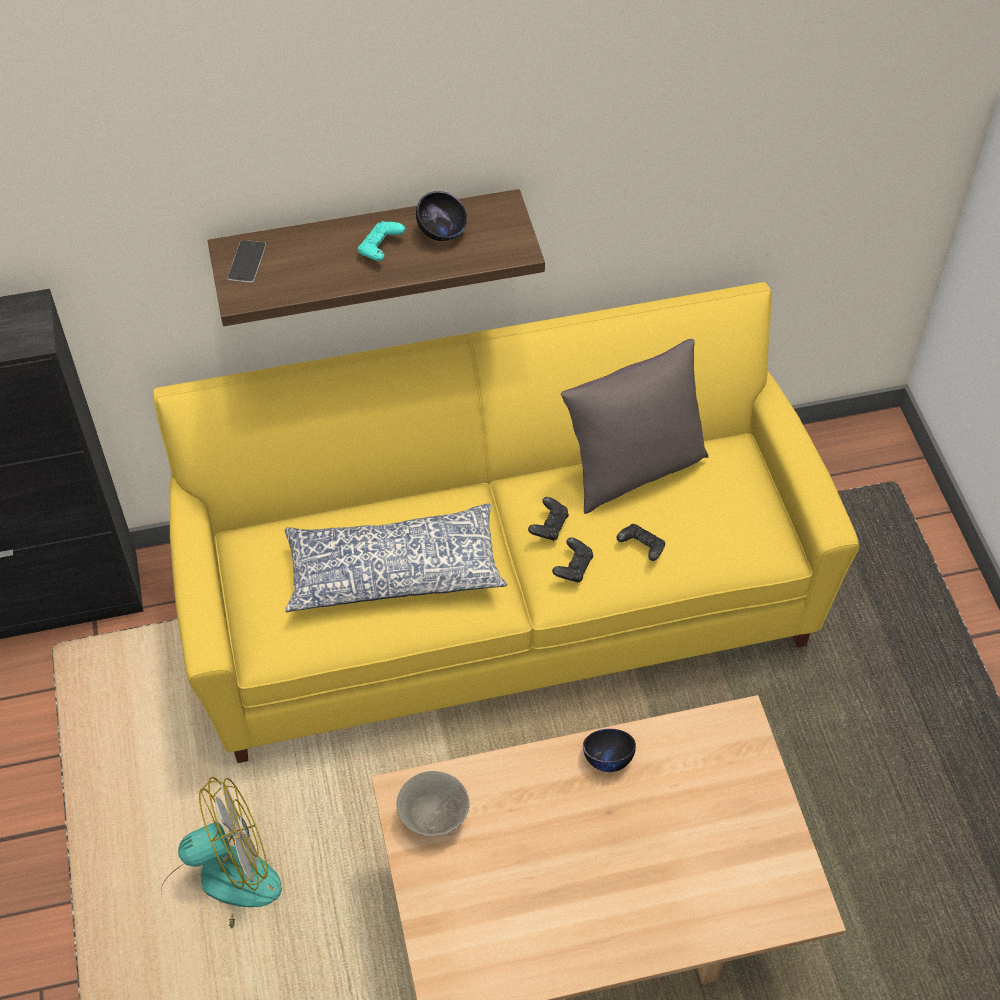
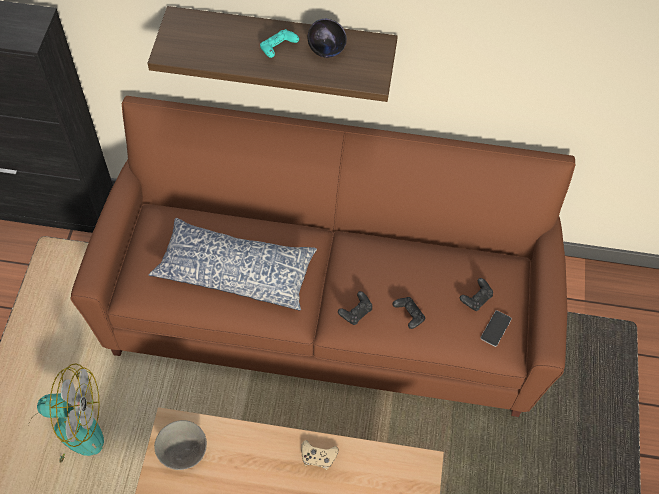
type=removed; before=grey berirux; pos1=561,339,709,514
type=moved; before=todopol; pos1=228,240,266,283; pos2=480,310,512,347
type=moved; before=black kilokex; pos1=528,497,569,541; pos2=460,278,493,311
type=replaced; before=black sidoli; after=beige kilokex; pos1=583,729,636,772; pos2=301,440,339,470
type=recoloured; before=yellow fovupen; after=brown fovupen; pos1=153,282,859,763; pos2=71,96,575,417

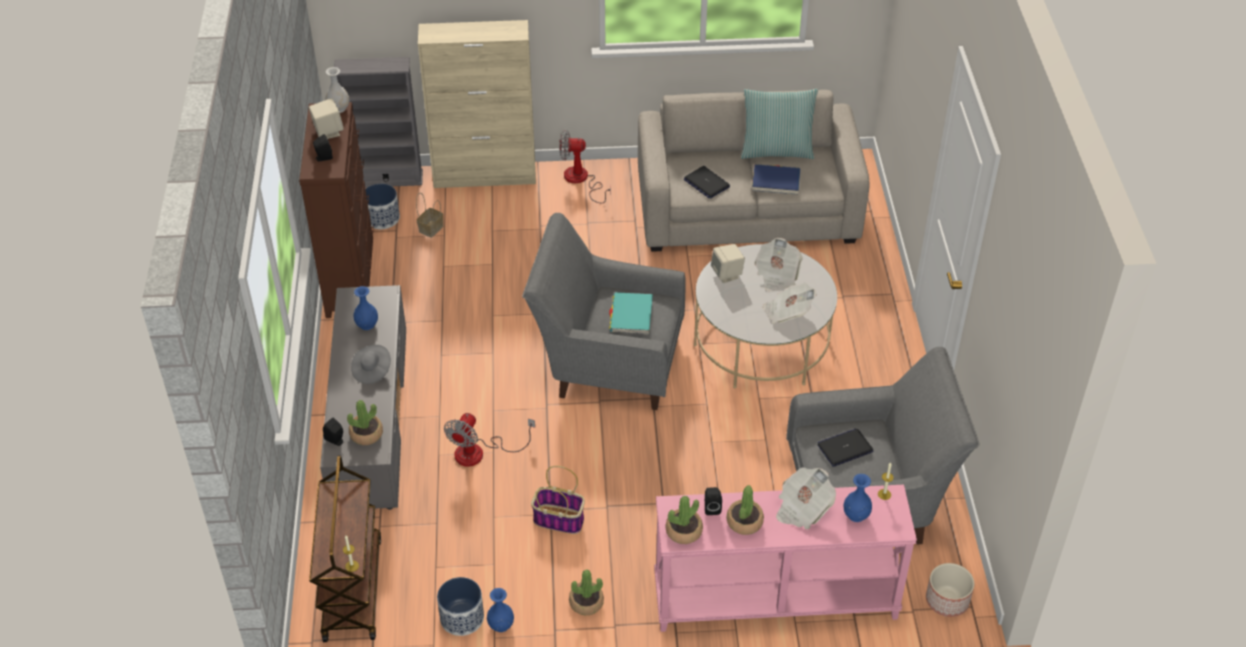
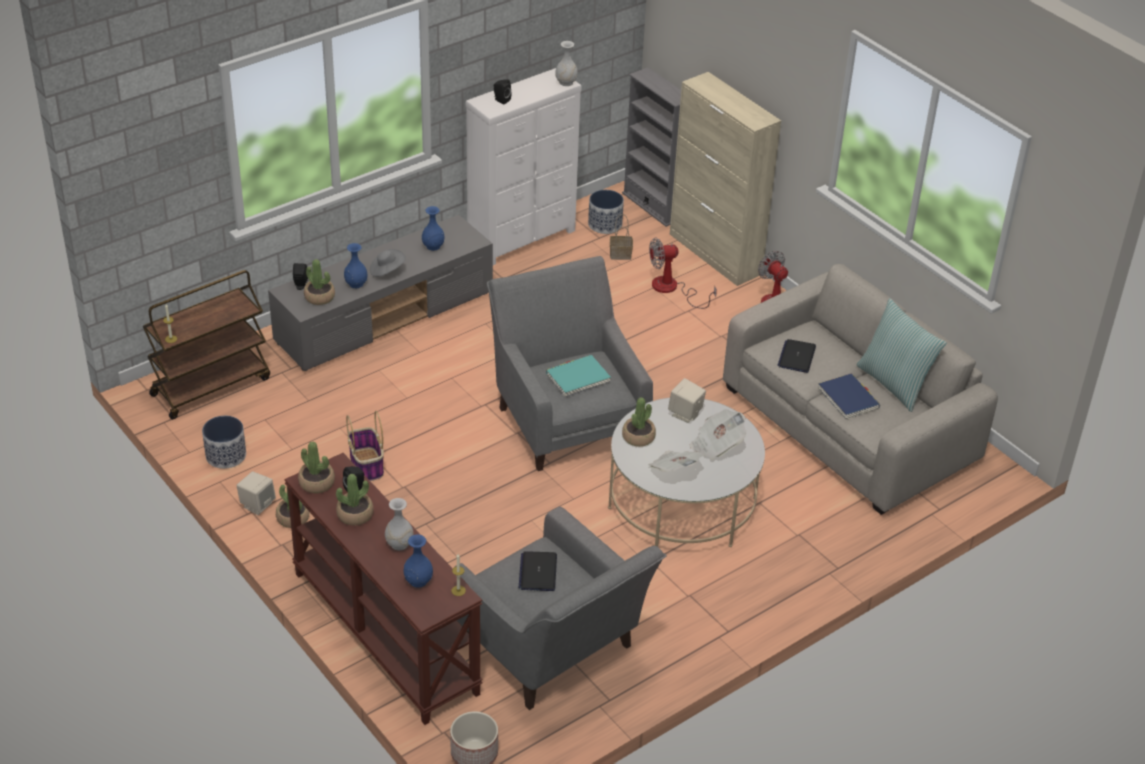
type=added; after=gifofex; pos2=622,397,656,447
type=moved; before=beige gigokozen; pos1=309,98,343,139; pos2=237,471,276,515
type=moved; before=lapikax; pos1=444,413,535,466; pos2=649,237,717,309
type=moved; before=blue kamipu; pos1=487,588,514,632; pos2=344,243,368,288
type=replaced; before=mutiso; after=white kamipu; pos1=776,467,836,530; pos2=385,498,414,550
type=recoloured; before=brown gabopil; after=white gabopil; pos1=299,102,374,318; pos2=466,68,582,265
type=recoloured; before=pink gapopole; after=brown gapopole; pos1=654,485,917,632; pos2=284,453,483,725
type=turned; before=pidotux; pos1=817,428,874,467; pos2=519,551,557,591; turn=-120

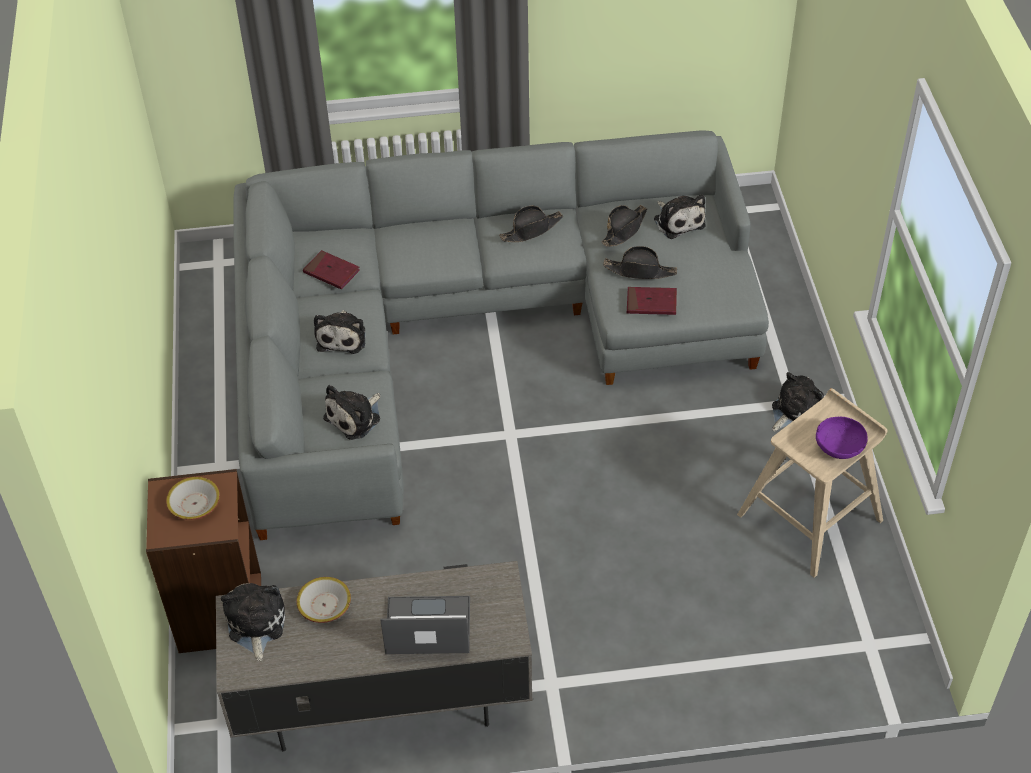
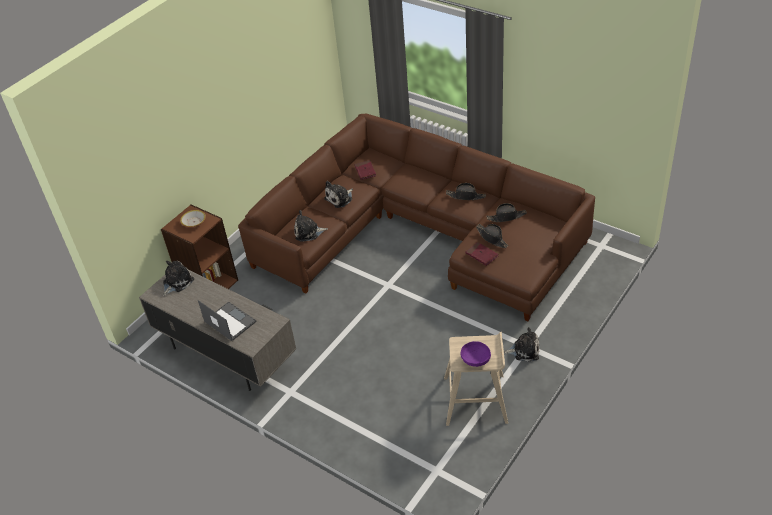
type=removed; before=sidoli; pos1=296,577,351,623
type=removed; before=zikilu; pos1=654,194,706,239
type=recoloured; before=grey fovupen; after=brown fovupen; pos1=234,130,769,540; pos2=238,114,595,321

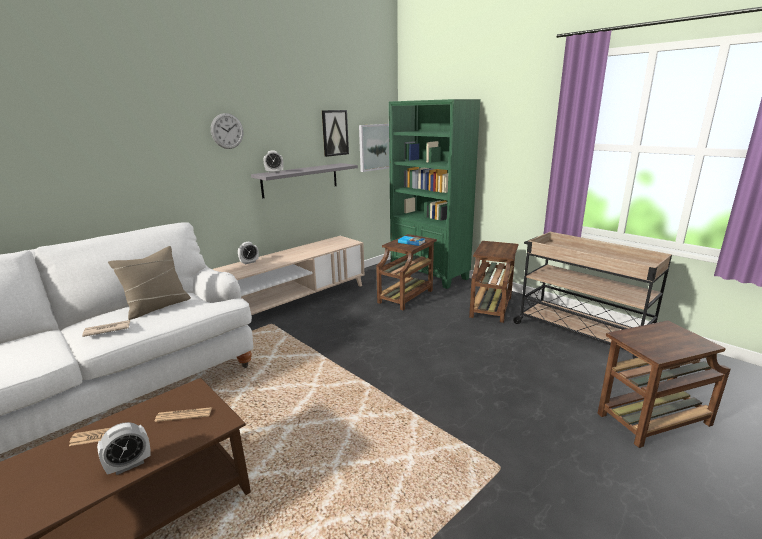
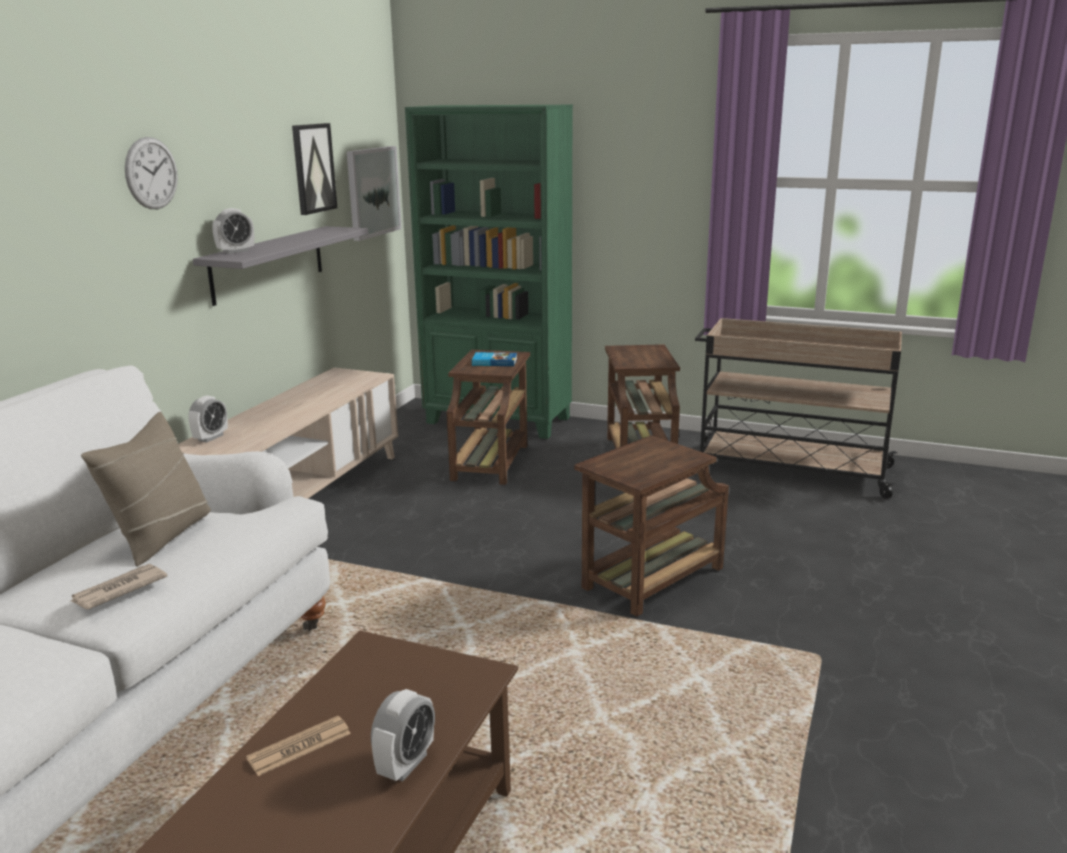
type=removed; before=mutiso; pos1=155,407,212,422
type=moved; before=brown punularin; pos1=597,320,731,448; pos2=574,435,729,617

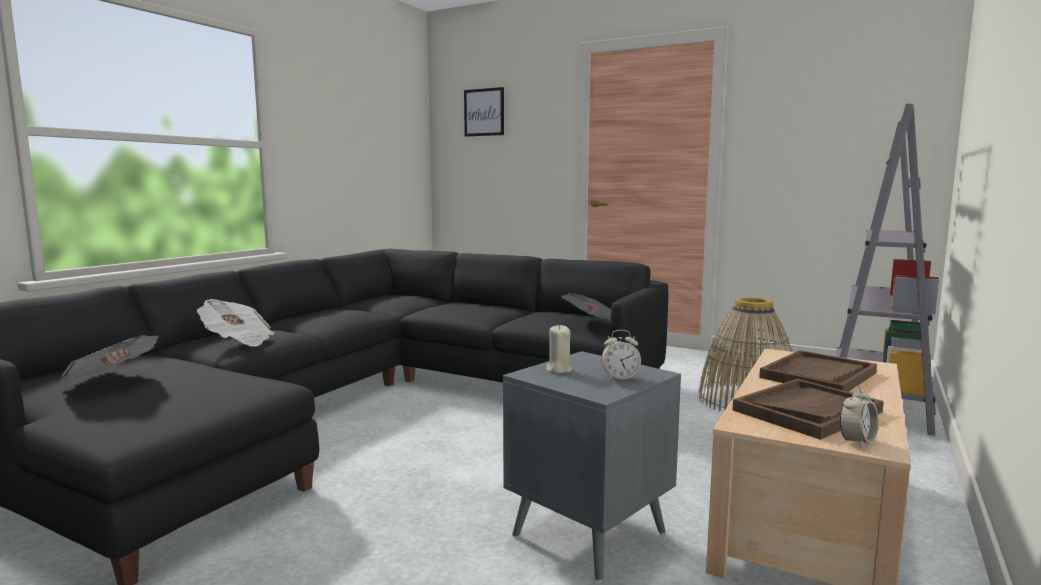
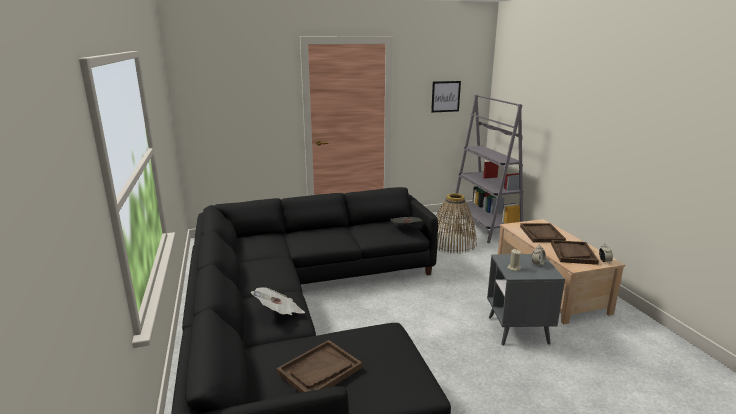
type=moved; before=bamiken; pos1=464,87,504,137; pos2=431,81,461,113
type=replaced; before=mutiso; after=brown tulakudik; pos1=60,335,159,380; pos2=277,340,362,393

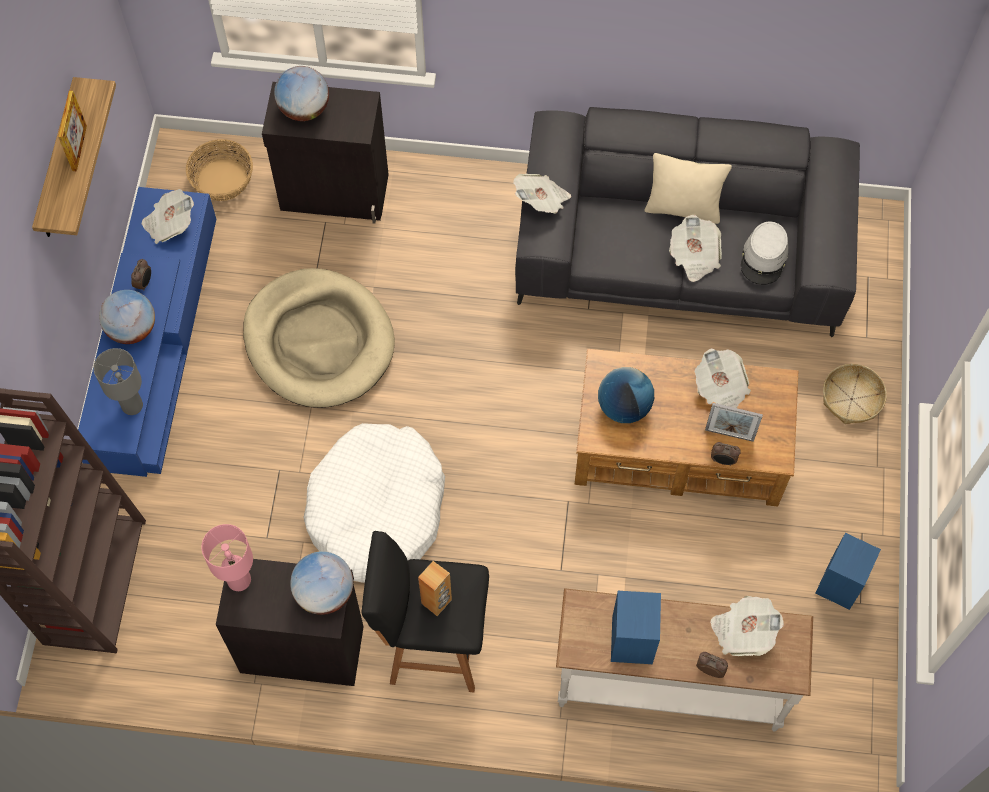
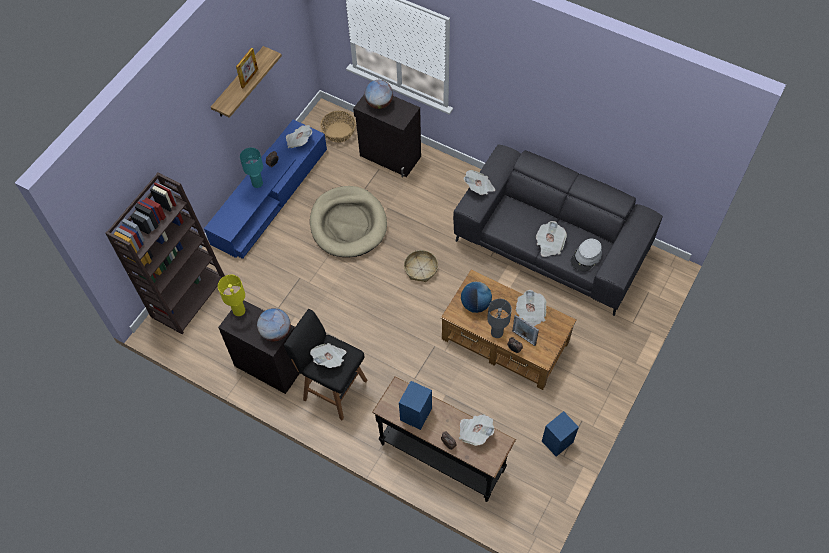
type=removed; before=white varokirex; pos1=303,423,445,583
type=removed; before=beige berirux; pos1=645,153,732,224
type=moved; before=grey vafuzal; pos1=93,348,143,415; pos2=487,299,512,338
type=moved; before=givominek; pos1=823,364,887,424; pos2=404,250,438,282
type=replaced; before=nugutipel; after=turquoise vafuzal; pos1=99,290,155,344; pos2=240,148,263,188
type=replaced; before=brown gigokozen; after=mutiso; pos1=418,561,452,616; pos2=310,343,346,368
type=recoloured; before=pink vafuzal; after=yellow vafuzal; pos1=201,524,253,591; pos2=218,275,245,316
type=recoloured; before=white gapopole; after=black gapopole; pos1=556,588,813,732; pos2=372,377,516,502

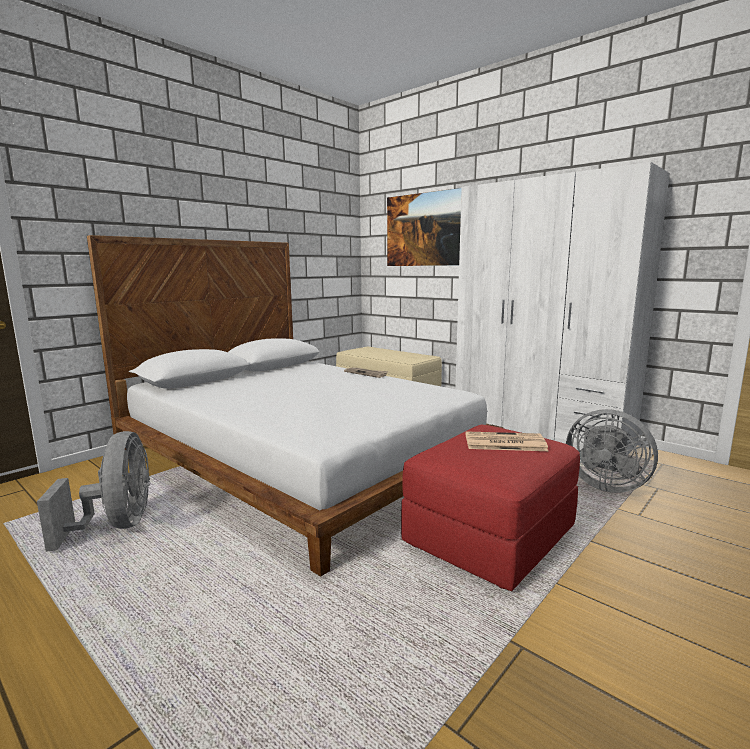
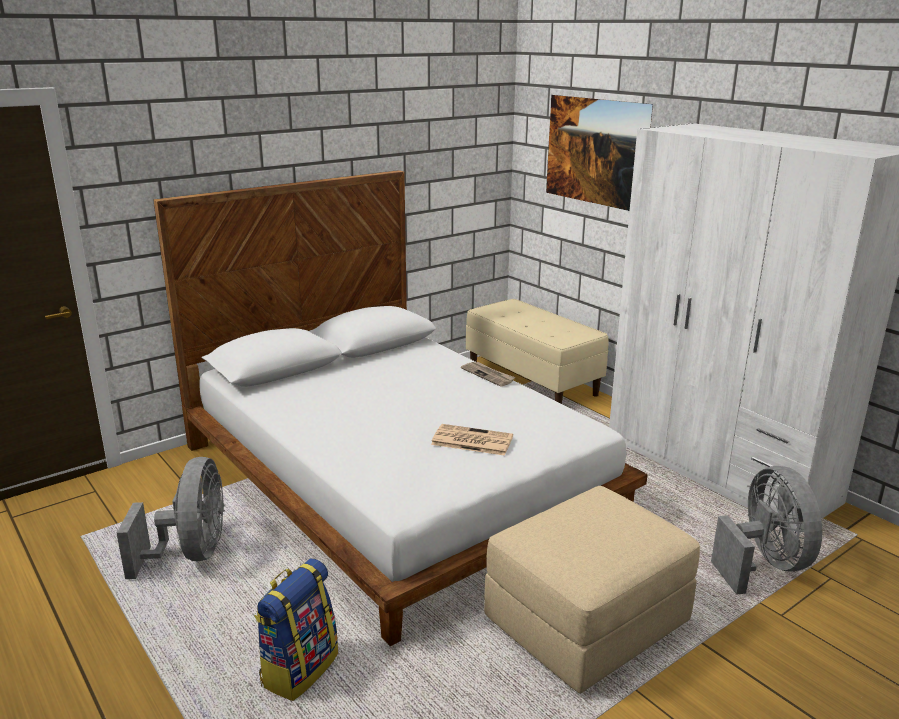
type=added; after=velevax; pos2=254,558,338,701
type=moved; before=mutiso; pos1=466,431,548,451; pos2=431,424,513,456
type=recoloured; before=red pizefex; after=beige pizefex; pos1=401,425,580,591; pos2=484,486,700,694
type=turned; before=grey lapikax; pos1=566,409,658,493; pos2=711,466,822,595; turn=-150

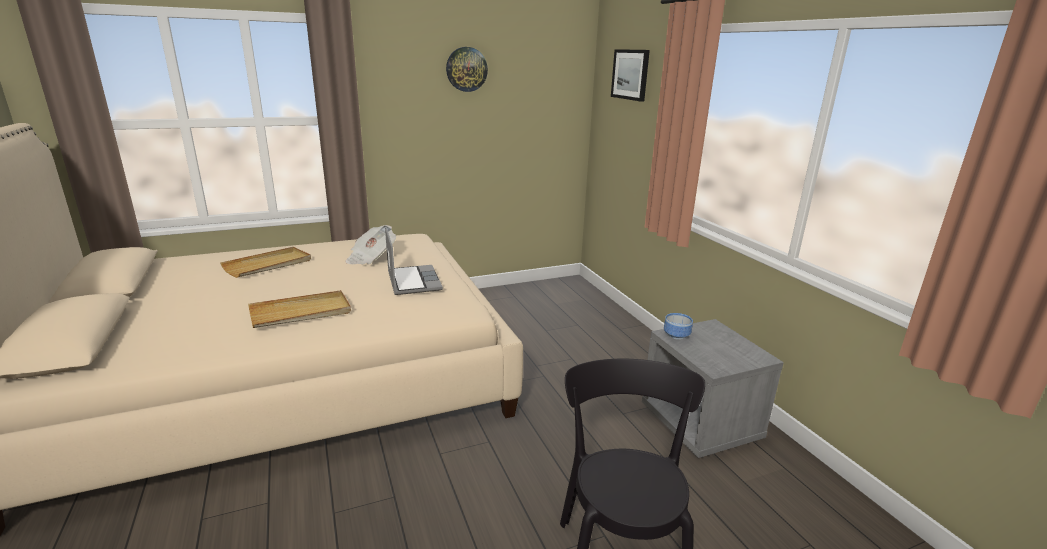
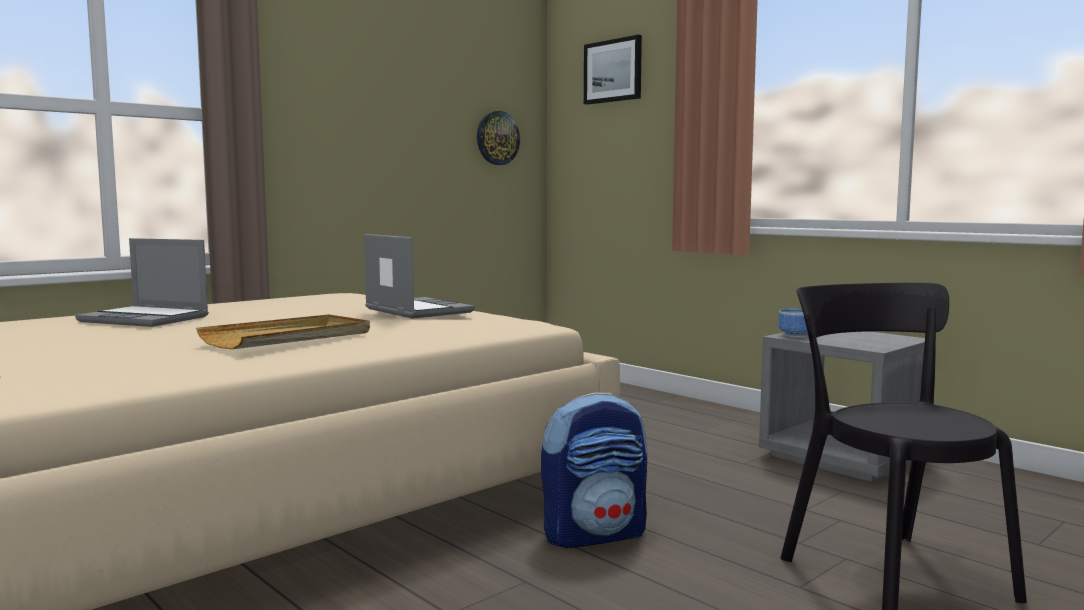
type=removed; before=mutiso; pos1=345,225,396,265
type=added; after=velevax; pos2=541,393,647,548
type=moved; before=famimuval; pos1=446,47,488,92; pos2=477,111,520,165
type=replaced; before=beige tulakudik; after=pidotux; pos1=220,247,311,278; pos2=75,238,209,327

